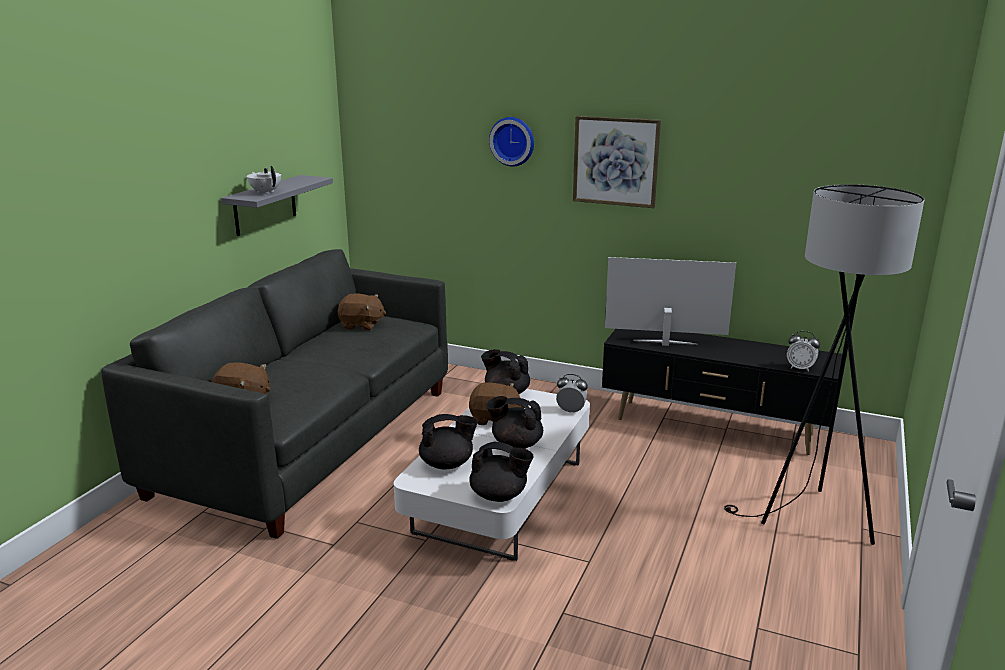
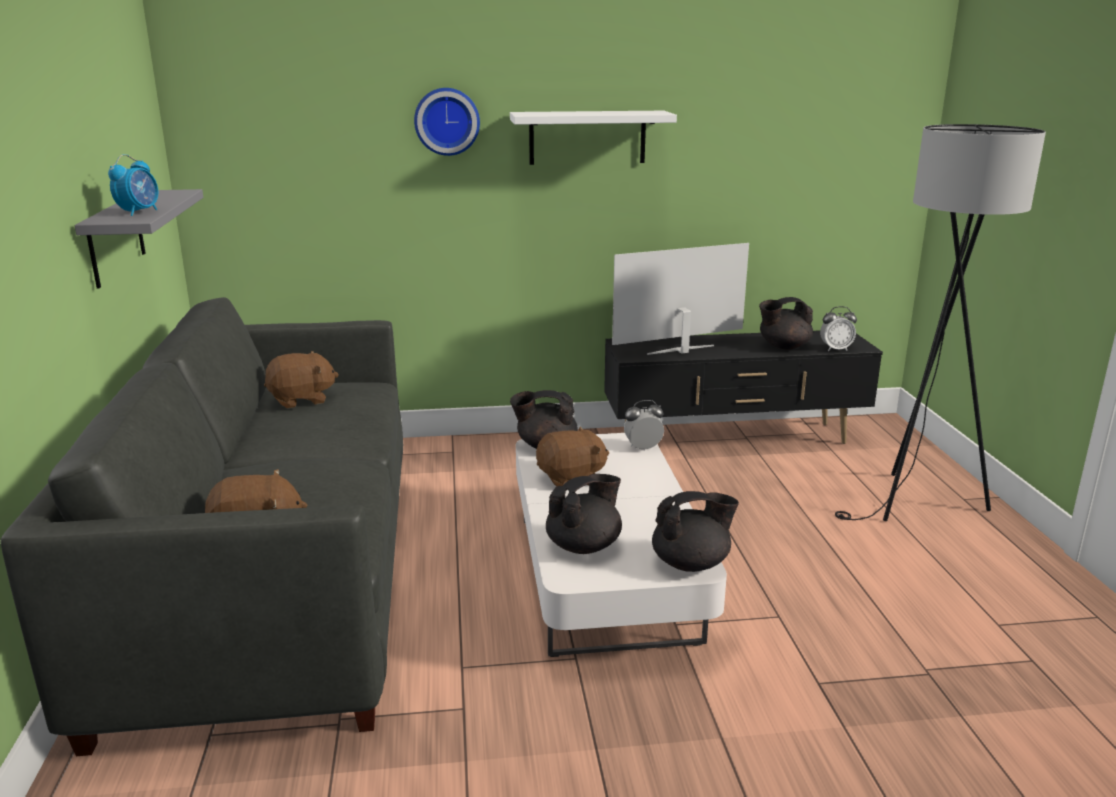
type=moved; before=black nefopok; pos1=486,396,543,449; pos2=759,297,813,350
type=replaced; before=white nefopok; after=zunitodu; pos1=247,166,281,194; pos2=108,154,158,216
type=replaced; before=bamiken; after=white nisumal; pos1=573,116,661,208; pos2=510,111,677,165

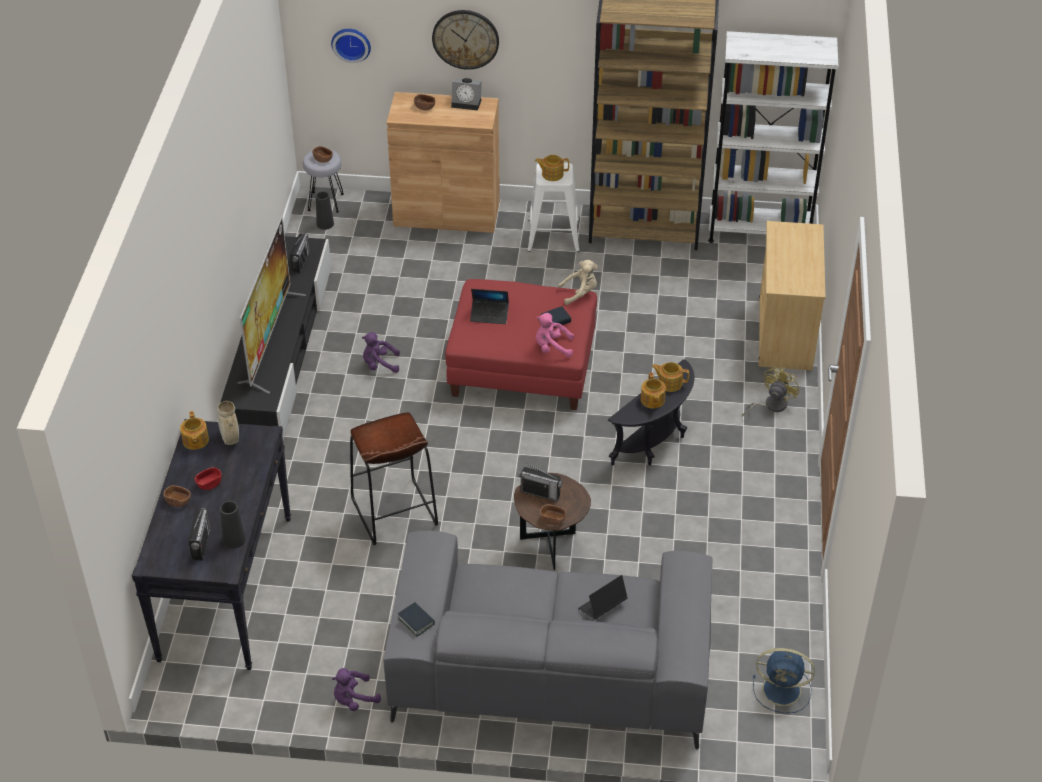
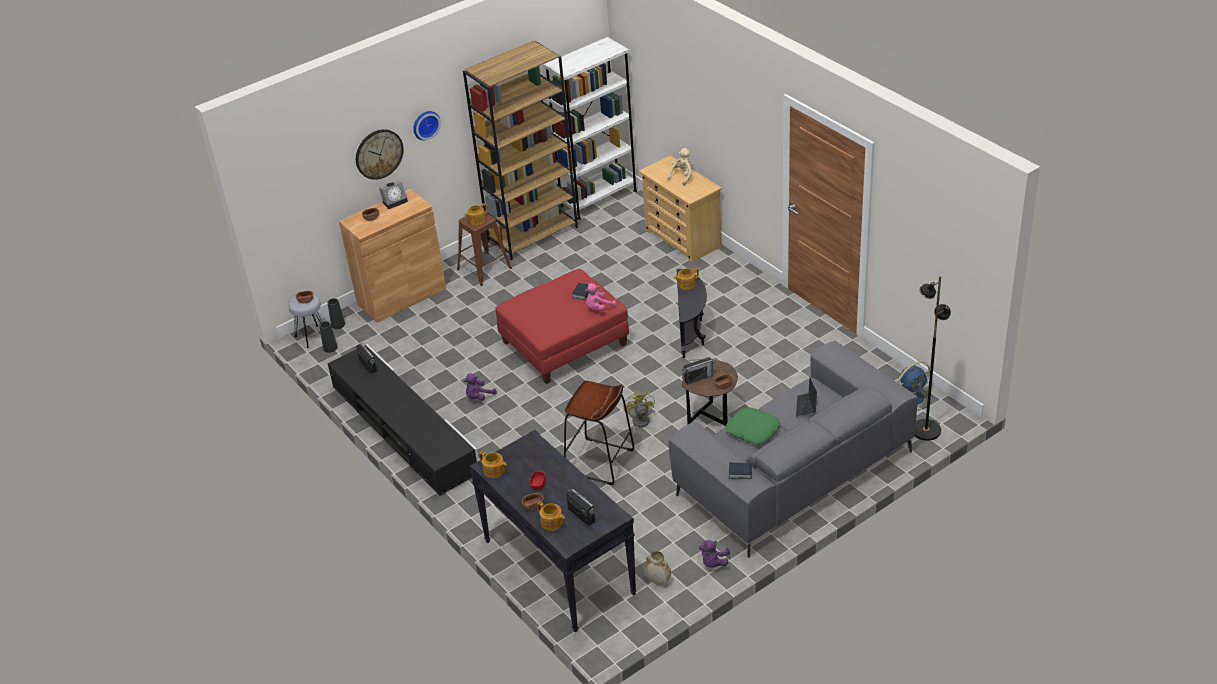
type=removed; before=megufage; pos1=237,216,306,394
type=removed; before=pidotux; pos1=470,289,509,324
type=added; after=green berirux; pos2=726,407,780,444
type=added; after=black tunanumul; pos2=914,275,951,441
type=moved; before=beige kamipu; pos1=217,401,239,445; pos2=643,551,671,585
type=moved; before=black kamipu; pos1=220,501,246,548; pos2=327,298,345,329
type=moved; before=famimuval; pos1=331,29,371,63; pos2=413,111,441,140
type=moved; before=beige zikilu; pos1=558,260,598,305; pos2=667,148,692,185
type=moved; before=nefopok; pos1=641,373,666,408; pos2=537,502,565,531
type=moved; before=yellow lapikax; pos1=742,367,800,417; pos2=623,390,655,442
type=recoloured; before=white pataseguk; after=brown pataseguk; pos1=527,163,580,252; pos2=457,213,512,286

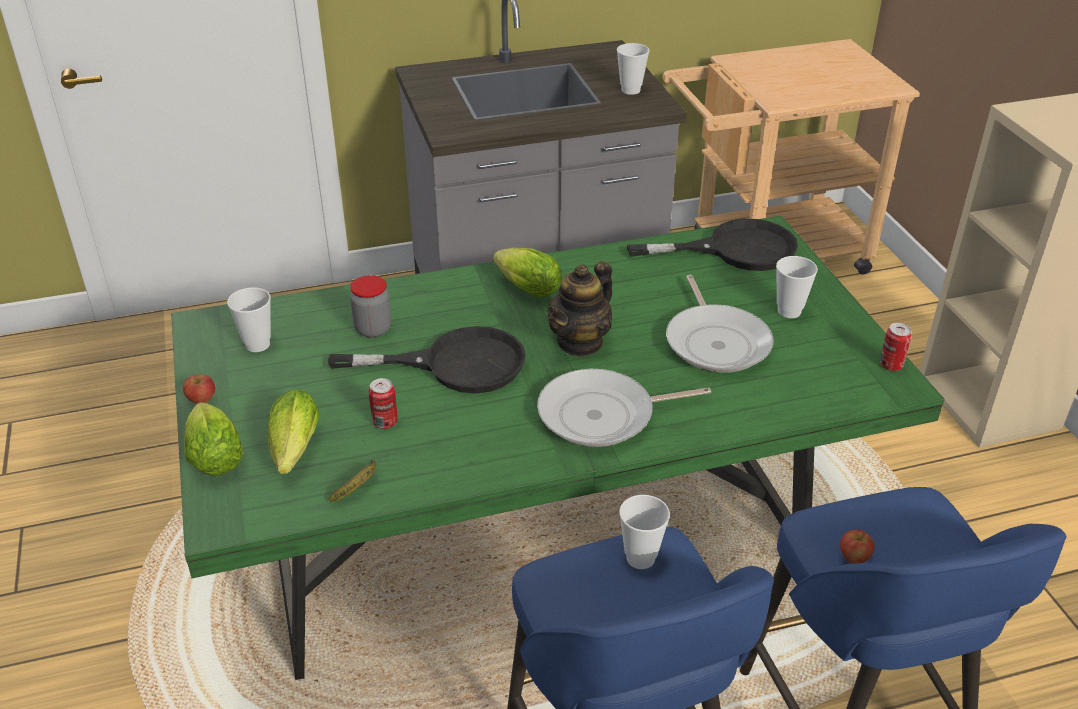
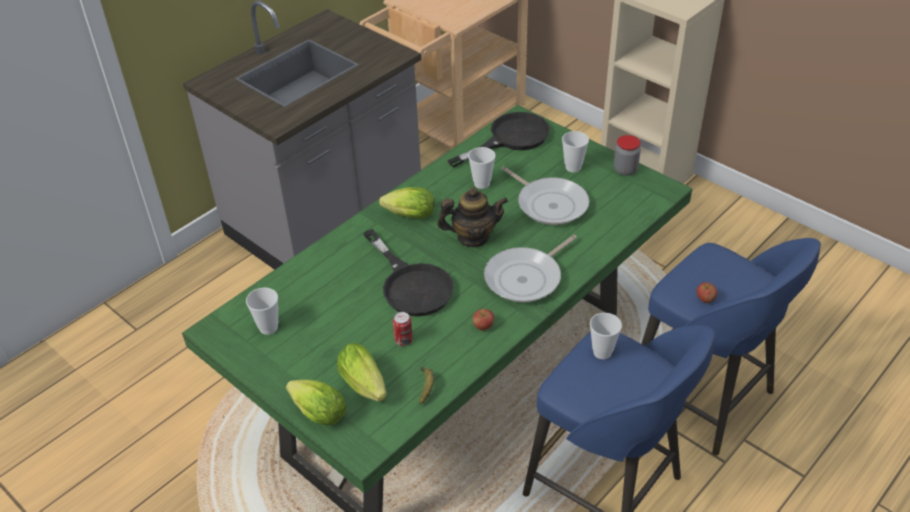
type=removed; before=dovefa; pos1=880,323,912,371
type=moved; before=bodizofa; pos1=183,375,215,404; pos2=472,309,494,330
type=moved; before=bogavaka; pos1=350,275,391,338; pos2=614,135,641,176
type=moved; before=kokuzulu; pos1=617,43,650,95; pos2=468,147,496,189
type=turned; before=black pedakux; pos1=328,326,526,393; pos2=363,229,454,316; turn=90
type=turned; before=nefopok; pos1=547,261,612,357; pos2=437,187,508,247; turn=-105

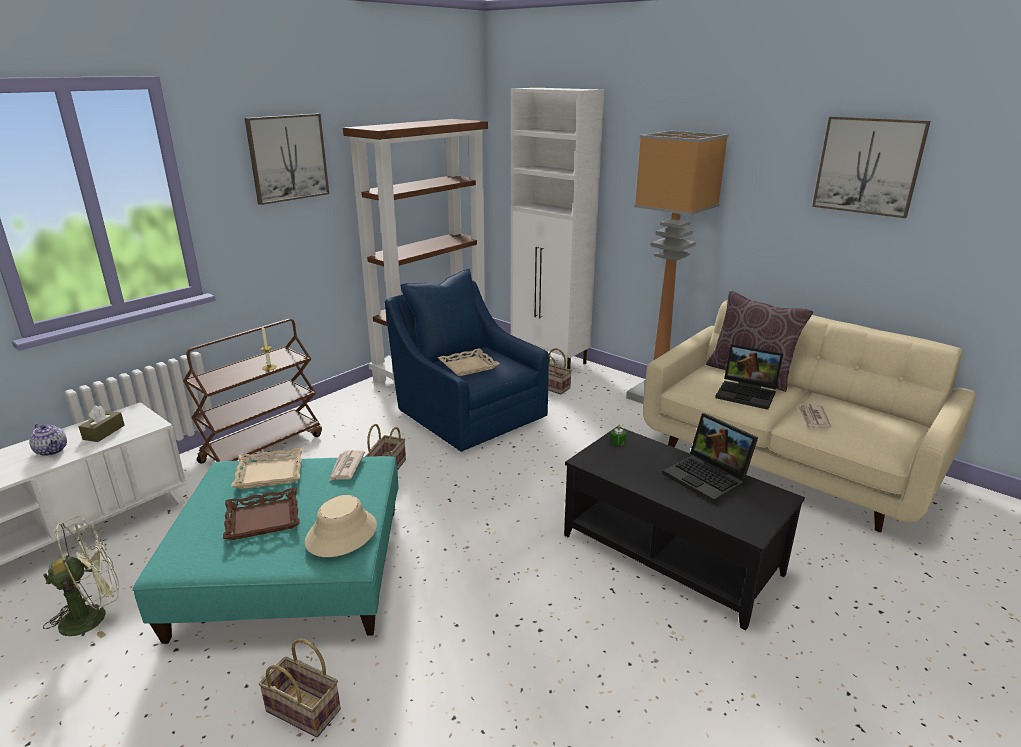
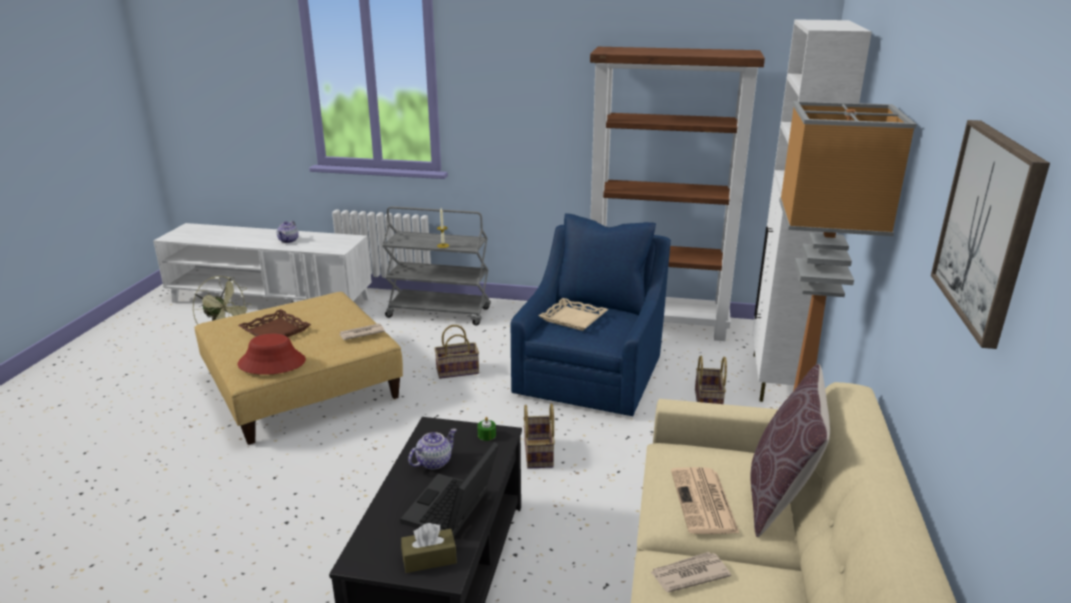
type=removed; before=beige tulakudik; pos1=231,448,303,489
type=removed; before=bamiken; pos1=245,114,329,205
type=added; after=nefopok; pos2=408,429,457,470
type=moved; before=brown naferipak; pos1=78,406,125,442; pos2=401,523,457,573
type=moved; before=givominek; pos1=259,639,341,737; pos2=524,403,555,469
type=replaced; before=pidotux; after=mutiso; pos1=715,344,783,410; pos2=671,467,739,534
type=recoloured; before=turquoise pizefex; after=beige pizefex; pos1=132,456,399,644; pos2=194,292,403,445
type=recoloured; before=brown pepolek; after=grey pepolek; pos1=183,319,322,464; pos2=382,206,491,326
type=recoloured; before=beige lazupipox; after=red lazupipox; pos1=305,495,377,557; pos2=237,334,306,375

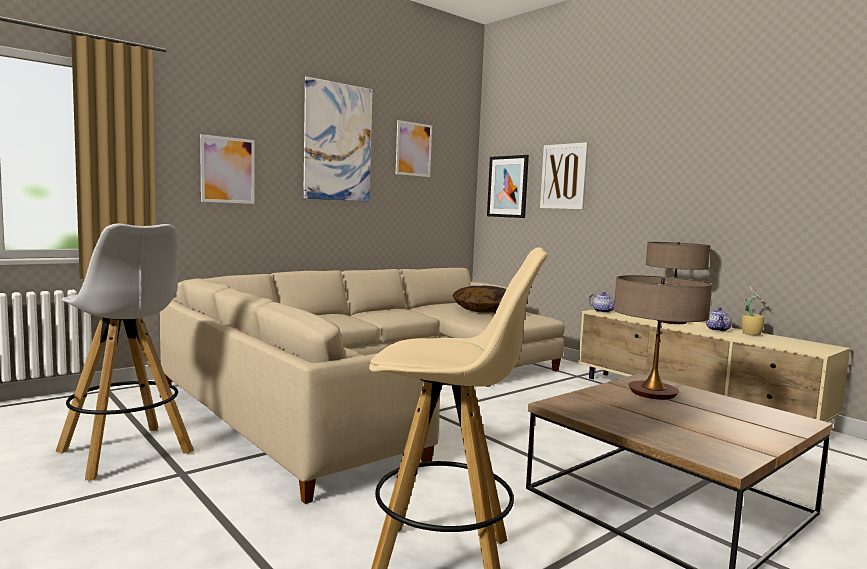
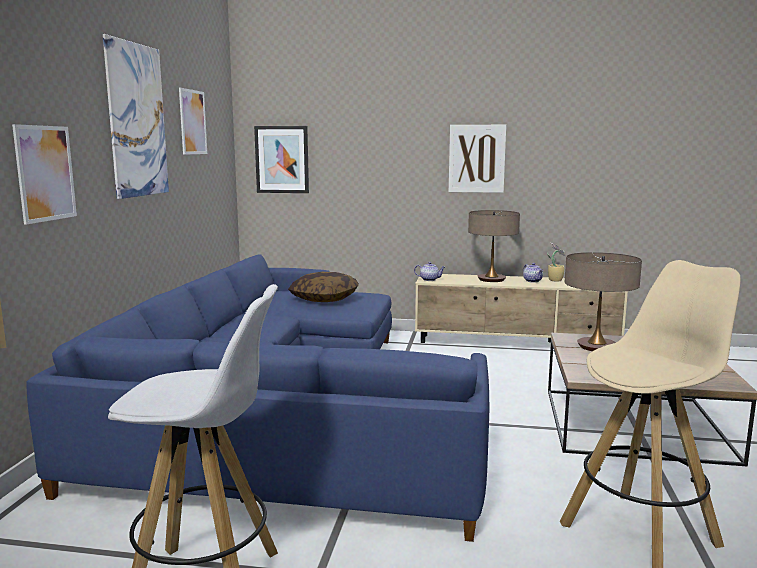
type=moved; before=bamiken; pos1=540,142,588,210; pos2=449,125,506,193
type=recoloured; before=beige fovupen; after=blue fovupen; pos1=160,268,565,504; pos2=27,254,489,542

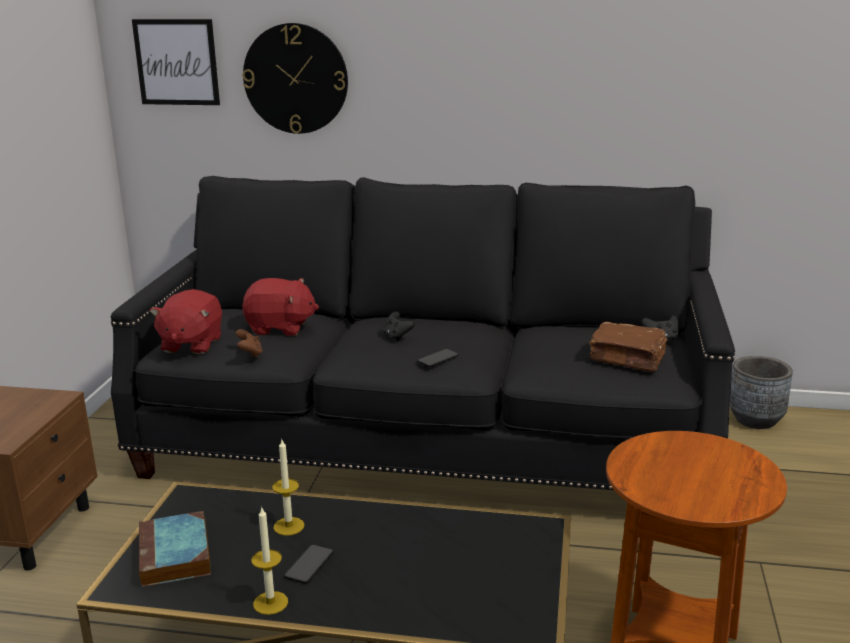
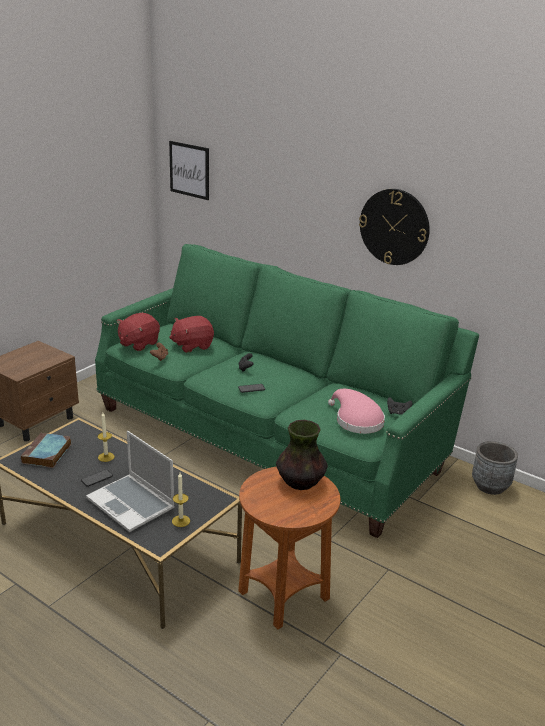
type=added; after=pidotux; pos2=86,431,175,532
type=added; after=kamipu; pos2=276,420,328,490
type=moved; before=famimuval; pos1=243,23,348,134; pos2=359,189,430,265
type=moved; before=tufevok; pos1=251,508,288,615; pos2=172,473,190,527
type=replaced; before=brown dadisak; after=pink lazupipox; pos1=589,322,667,372; pos2=328,389,385,434
type=recoloured; before=black fovupen; after=green fovupen; pos1=111,176,735,490; pos2=95,244,479,538
type=turned; before=red zikilu; pos1=242,278,319,336; pos2=169,316,214,353; turn=120

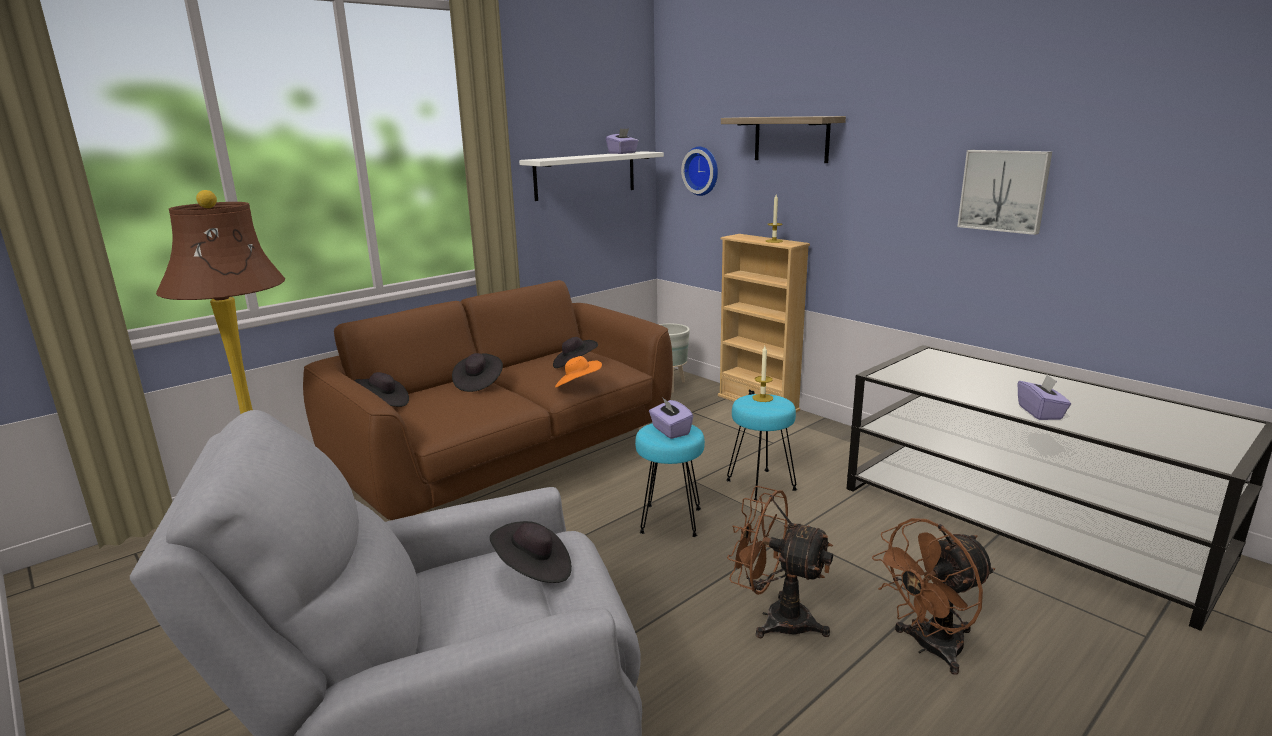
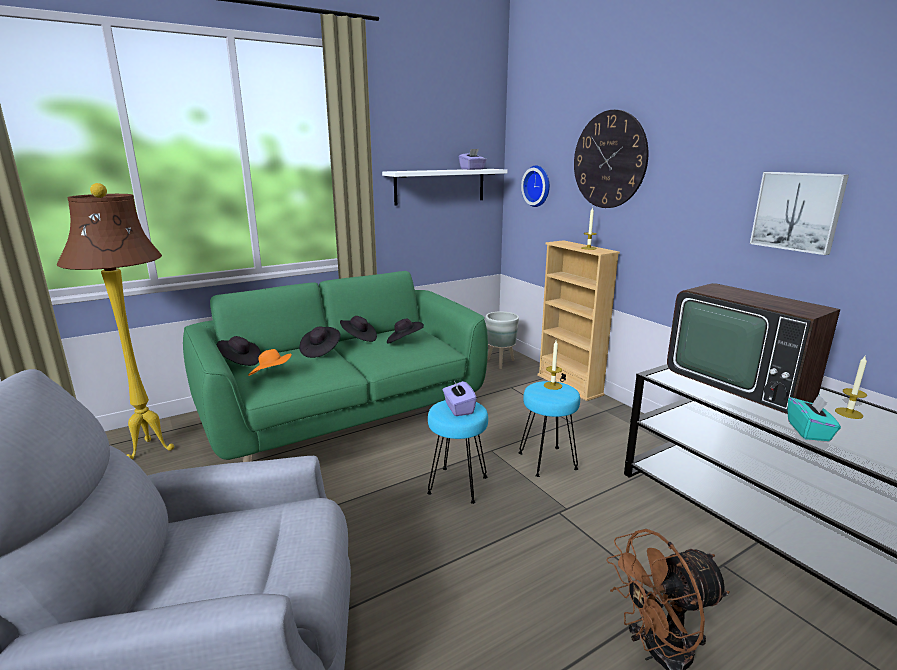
type=removed; before=brown lapikax; pos1=727,486,833,638
type=added; after=megufage; pos2=667,283,840,414
type=added; after=tufevok; pos2=835,356,867,419
type=moved; before=black lazupipox; pos1=490,521,572,583; pos2=340,316,377,342
type=moved; before=orange lazupipox; pos1=555,356,602,388; pos2=248,349,292,376
type=replaced; before=nisumal; after=famimuval; pos1=721,116,846,163; pos2=574,110,648,208
type=recoloured; before=brown fovupen; after=green fovupen; pos1=303,280,673,520; pos2=183,271,488,462
type=recoloured; before=purple naferipak; after=turquoise naferipak; pos1=1018,374,1071,420; pos2=788,394,841,441

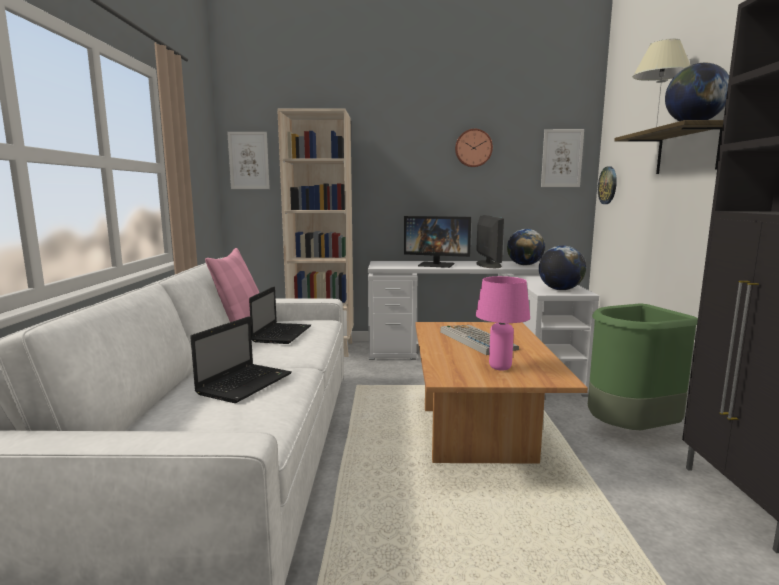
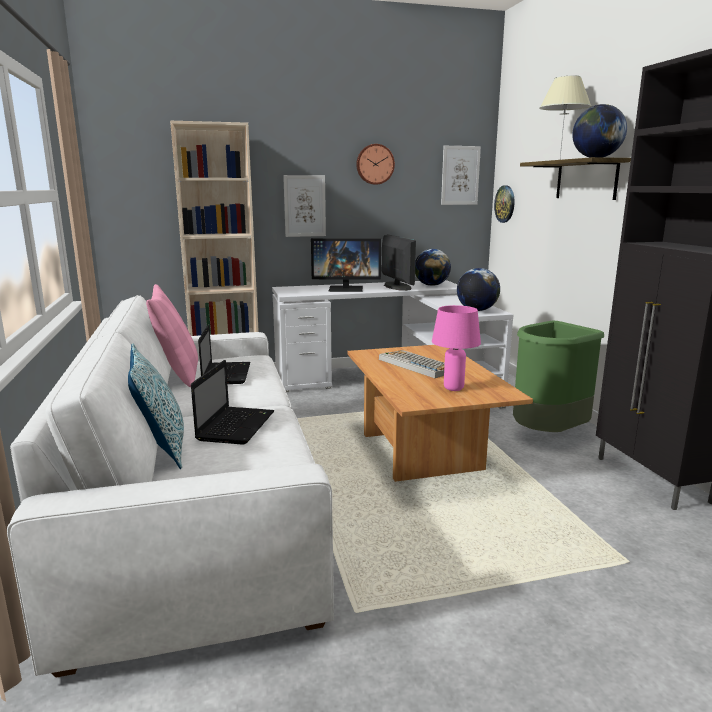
type=added; after=berirux; pos2=128,343,184,469
type=moved; before=bamiken; pos1=227,132,270,189; pos2=283,175,326,237

